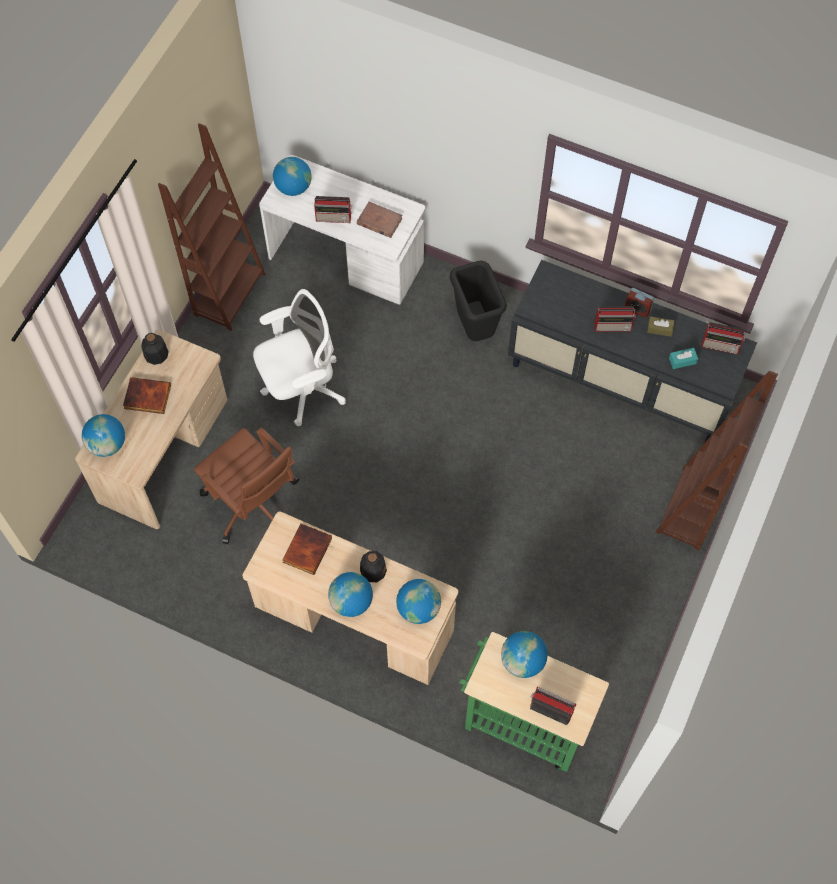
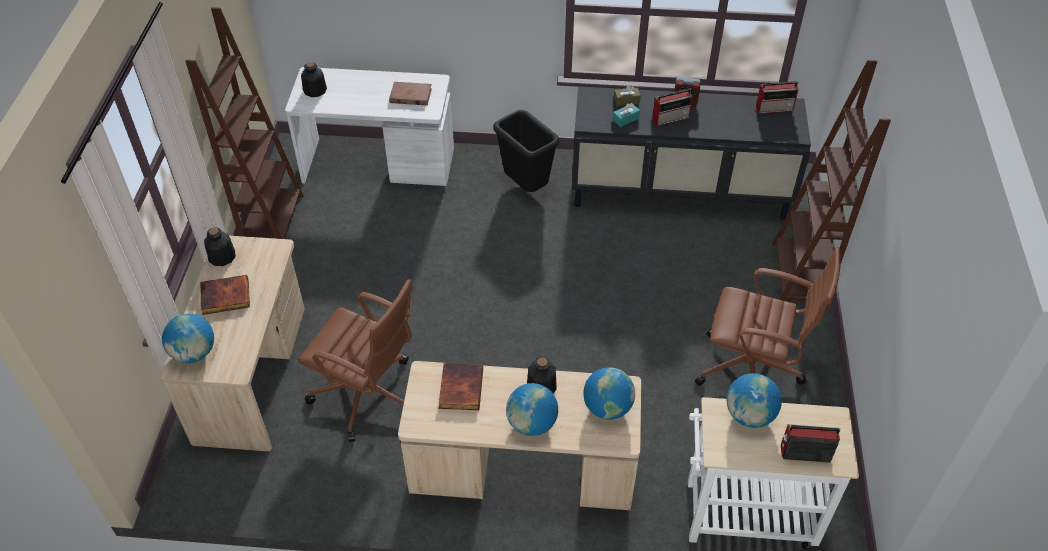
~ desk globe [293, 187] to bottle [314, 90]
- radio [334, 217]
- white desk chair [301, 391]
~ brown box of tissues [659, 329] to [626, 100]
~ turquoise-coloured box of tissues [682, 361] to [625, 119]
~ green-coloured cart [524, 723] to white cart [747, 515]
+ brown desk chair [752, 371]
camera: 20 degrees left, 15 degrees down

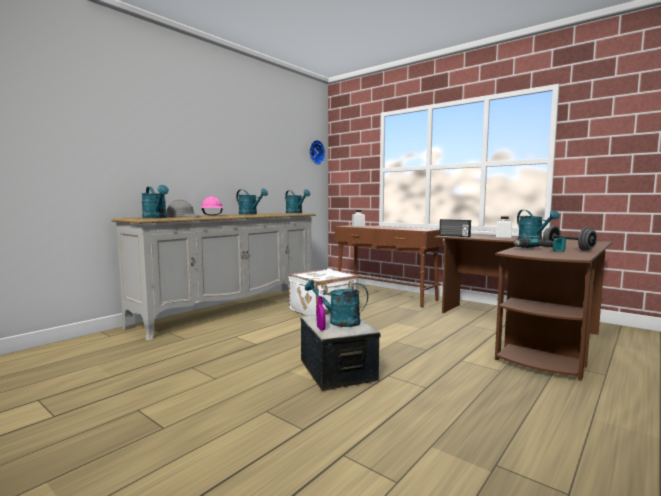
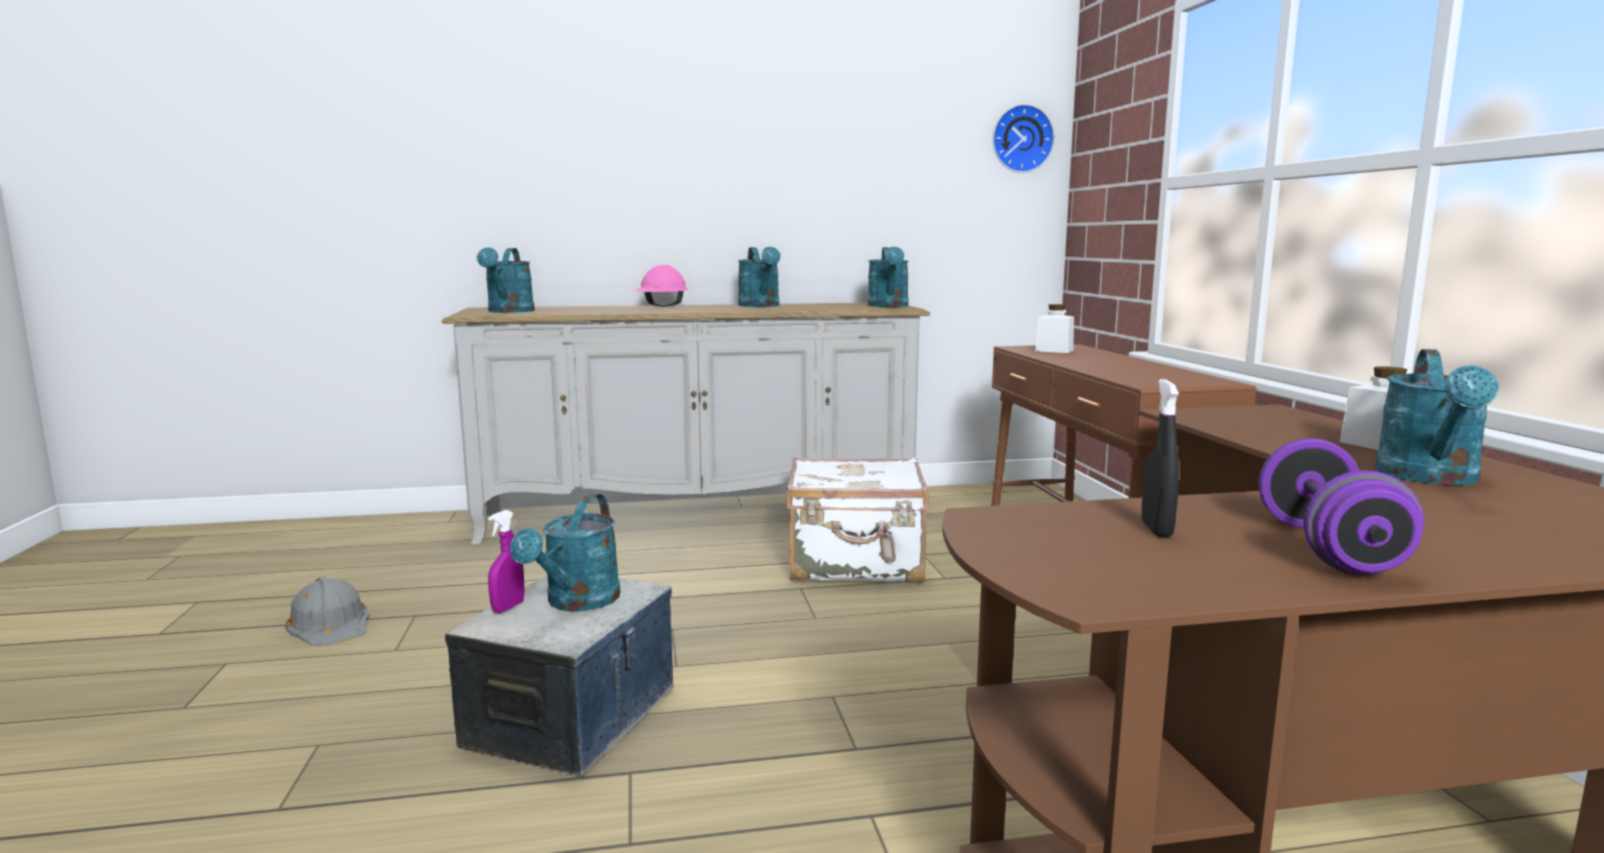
~ grey safety helmet [182, 216] to [330, 624]
- radio [454, 236]
~ grey dumbbell [568, 248] to purple-coloured dumbbell [1327, 548]
~ electric drill [539, 250] to black-coloured spray bottle [1156, 529]
~ turquoise-coloured watering pot [338, 322] = [577, 603] 135 degrees counterclockwise
camera: 40 degrees right, 5 degrees up

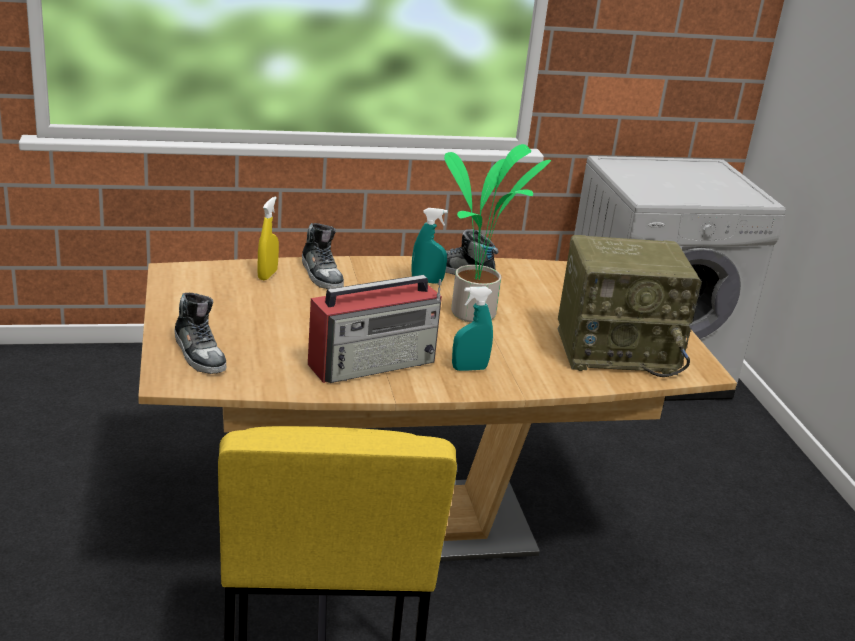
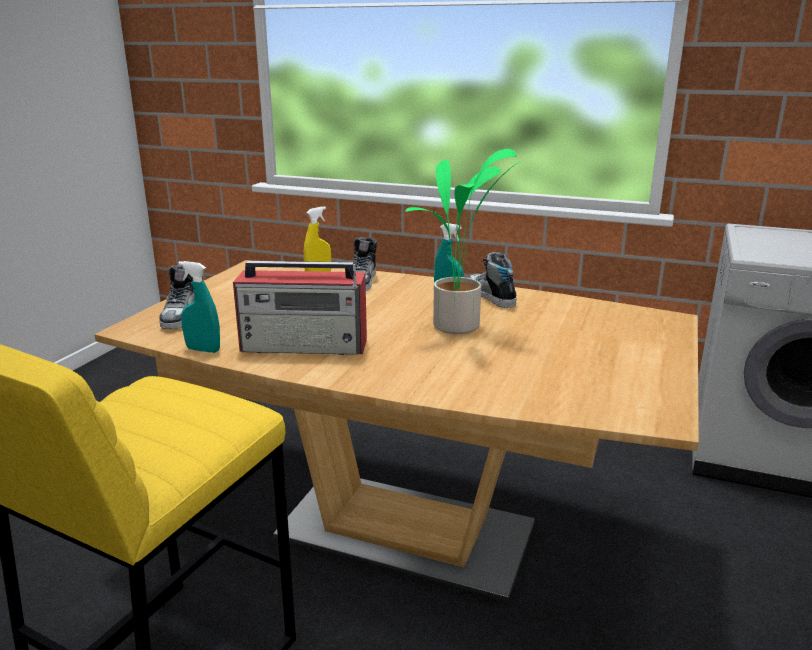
- radio [618, 350]
~ turquoise-coloured spray bottle [469, 368] to [203, 350]
camera: 35 degrees right, 5 degrees down

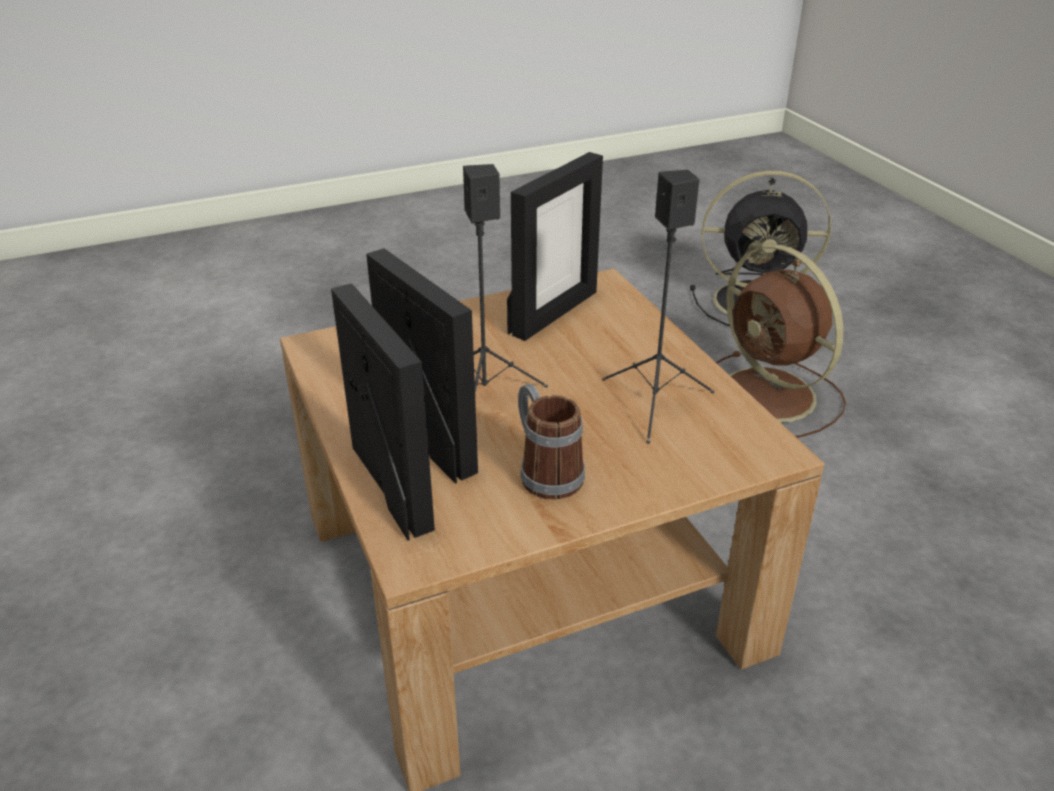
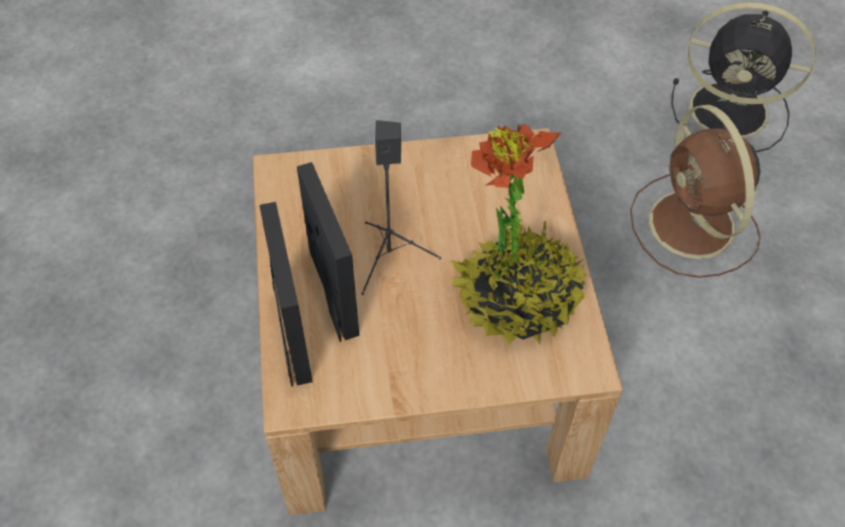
- standing frame [553, 312]
~ black-coloured audio speaker [655, 404] to houseplant [517, 297]
- coffee mug [545, 472]
camera: 15 degrees right, 20 degrees up

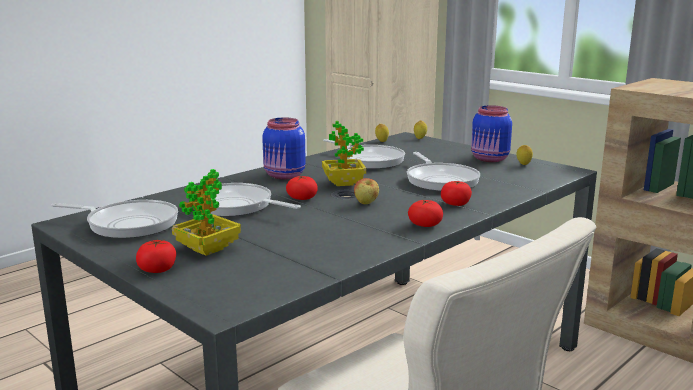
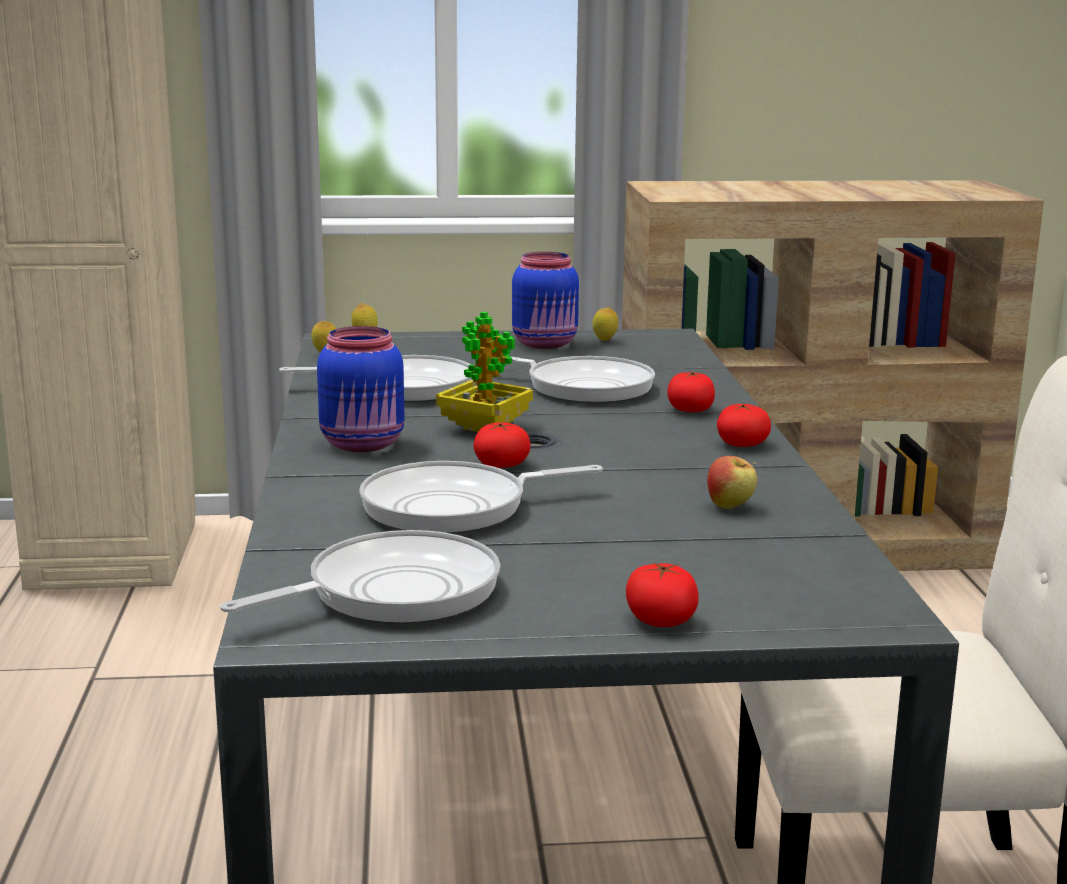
- houseplant [207, 249]
~ apple fruit [366, 204] to [730, 507]
camera: 50 degrees left, 0 degrees up

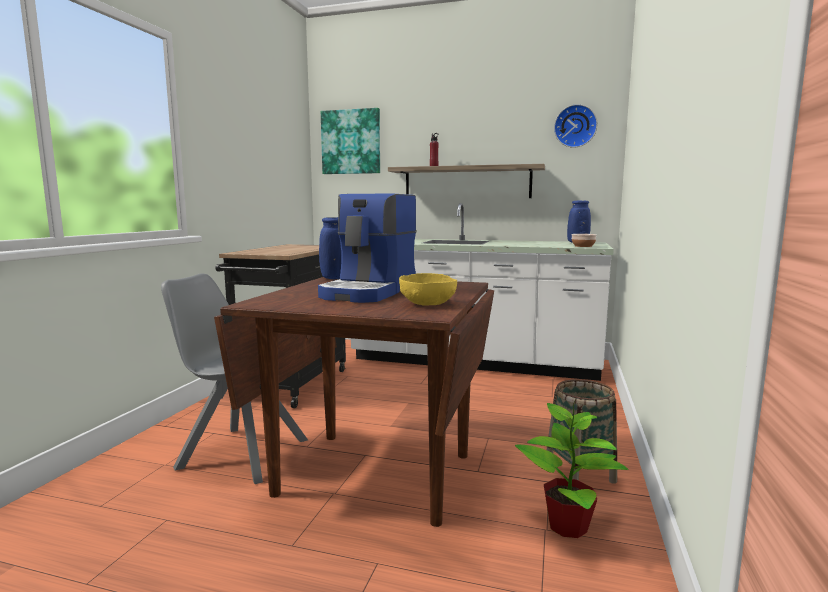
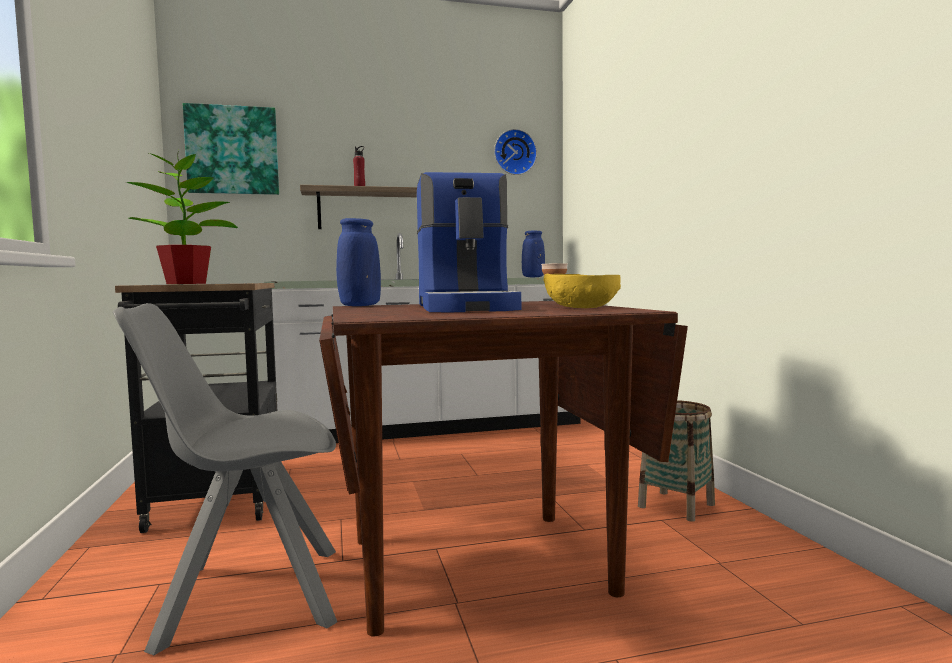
~ houseplant [569, 526] to [187, 283]
camera: 30 degrees left, 5 degrees down

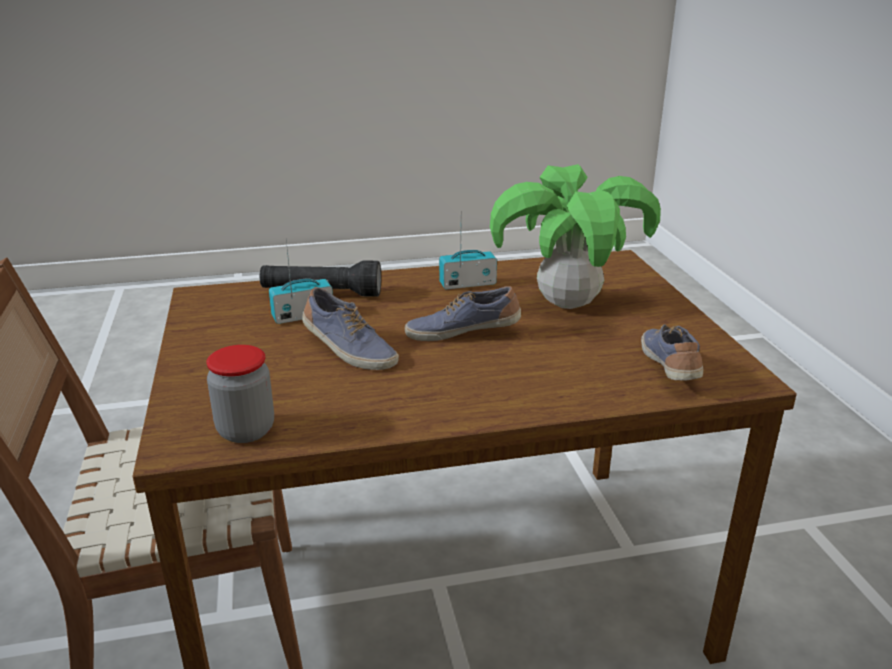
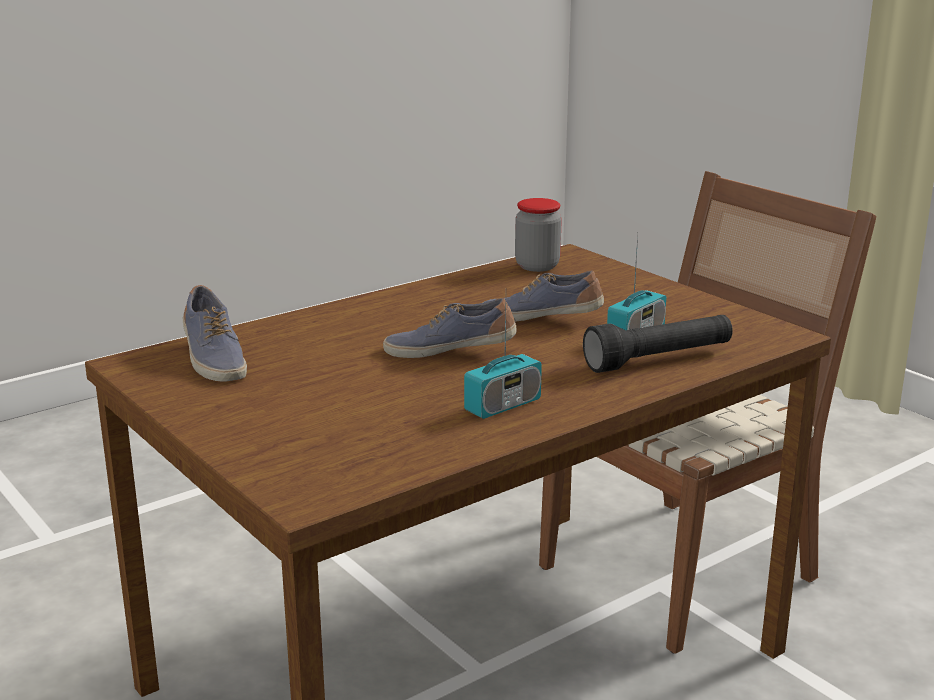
- houseplant [567, 304]
~ item of footwear [462, 332] = [449, 351] 150 degrees counterclockwise
camera: 155 degrees right, 5 degrees down

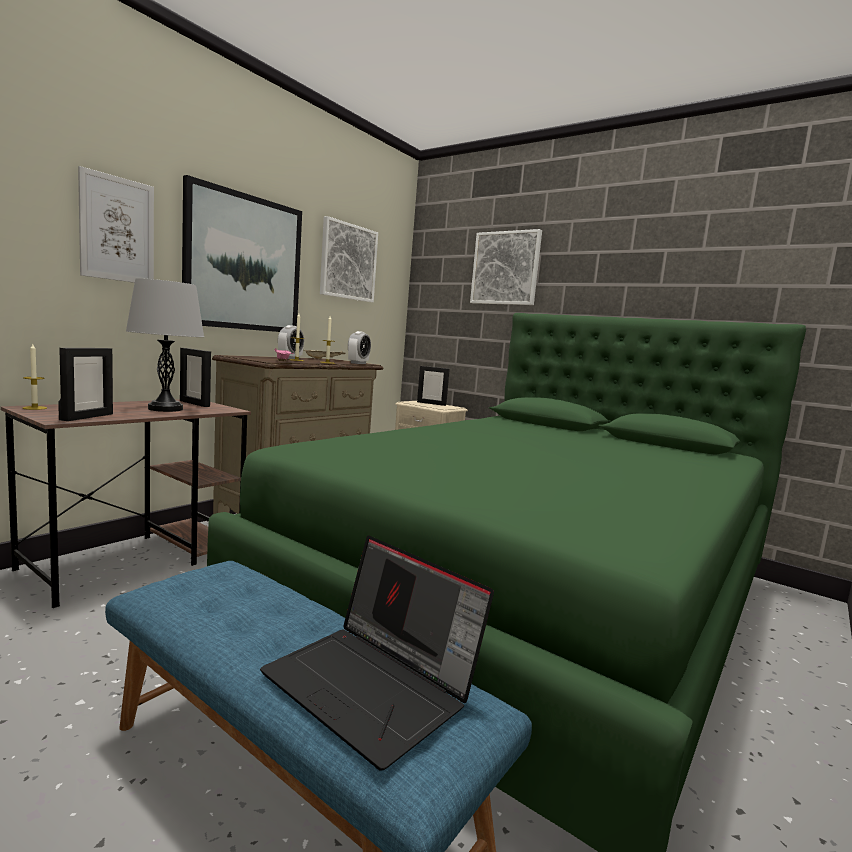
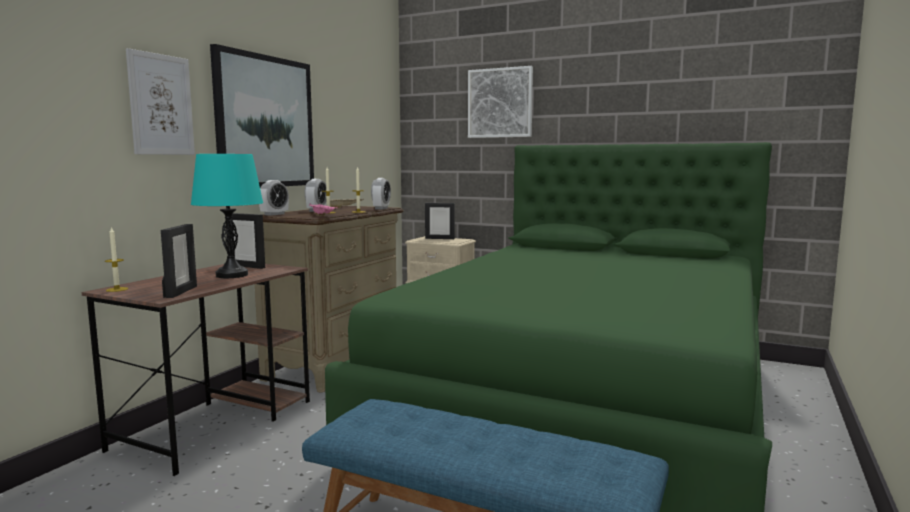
- wall picture [348, 262]
~ grey tabletop lamp [165, 409] to turquoise-coloured tabletop lamp [232, 275]
- laptop [374, 686]
+ alarm clock [274, 214]
camera: 10 degrees left, 0 degrees up

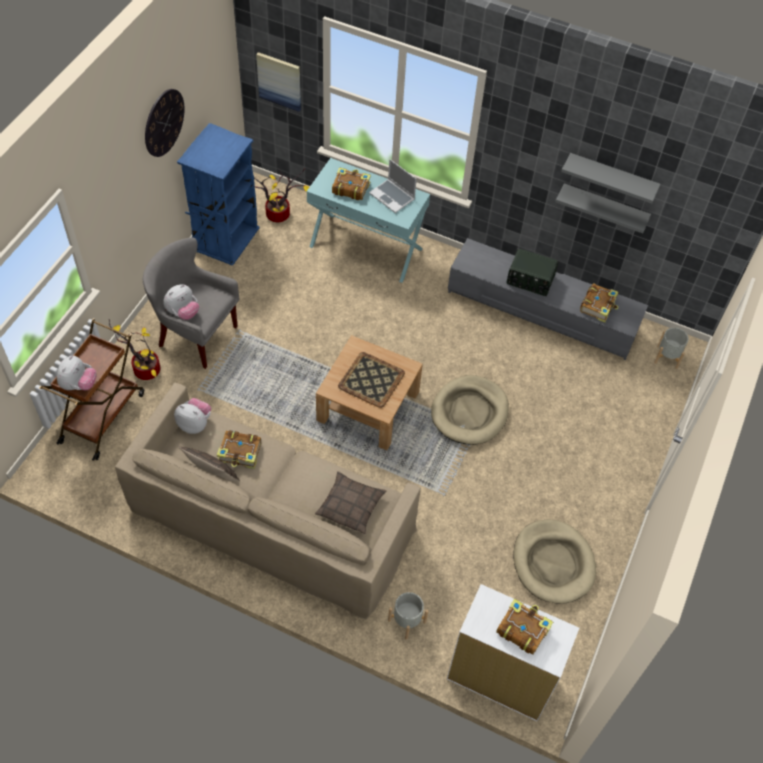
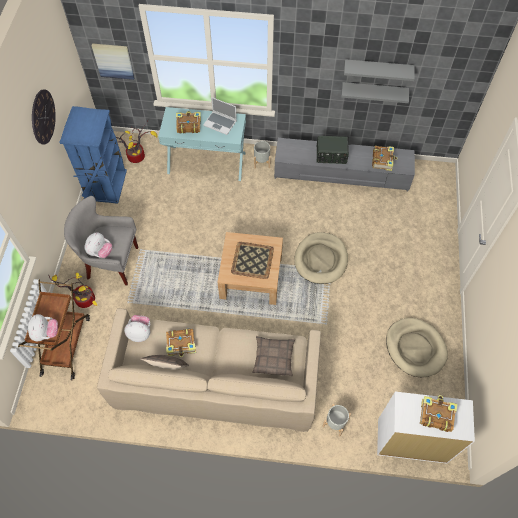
~ grey planter [667, 357] to [262, 162]
camera: 15 degrees left, 5 degrees up

